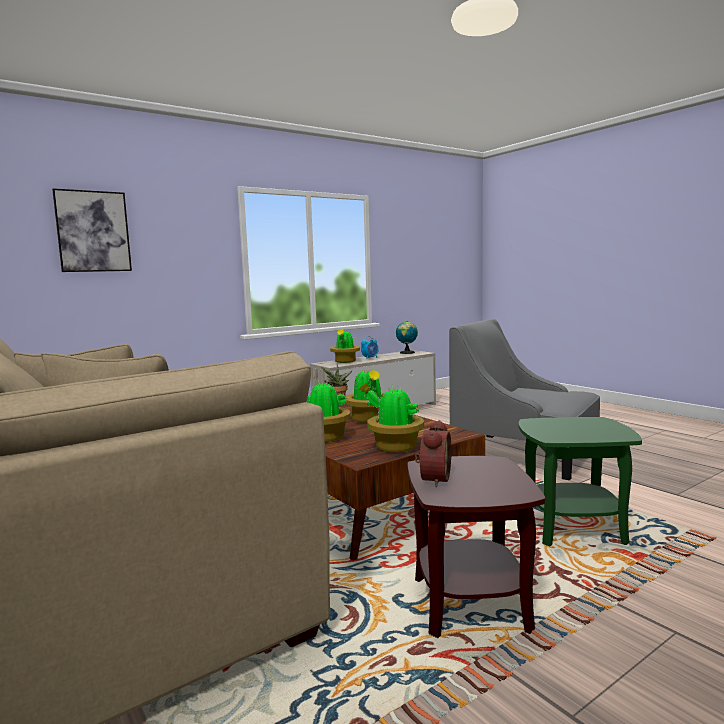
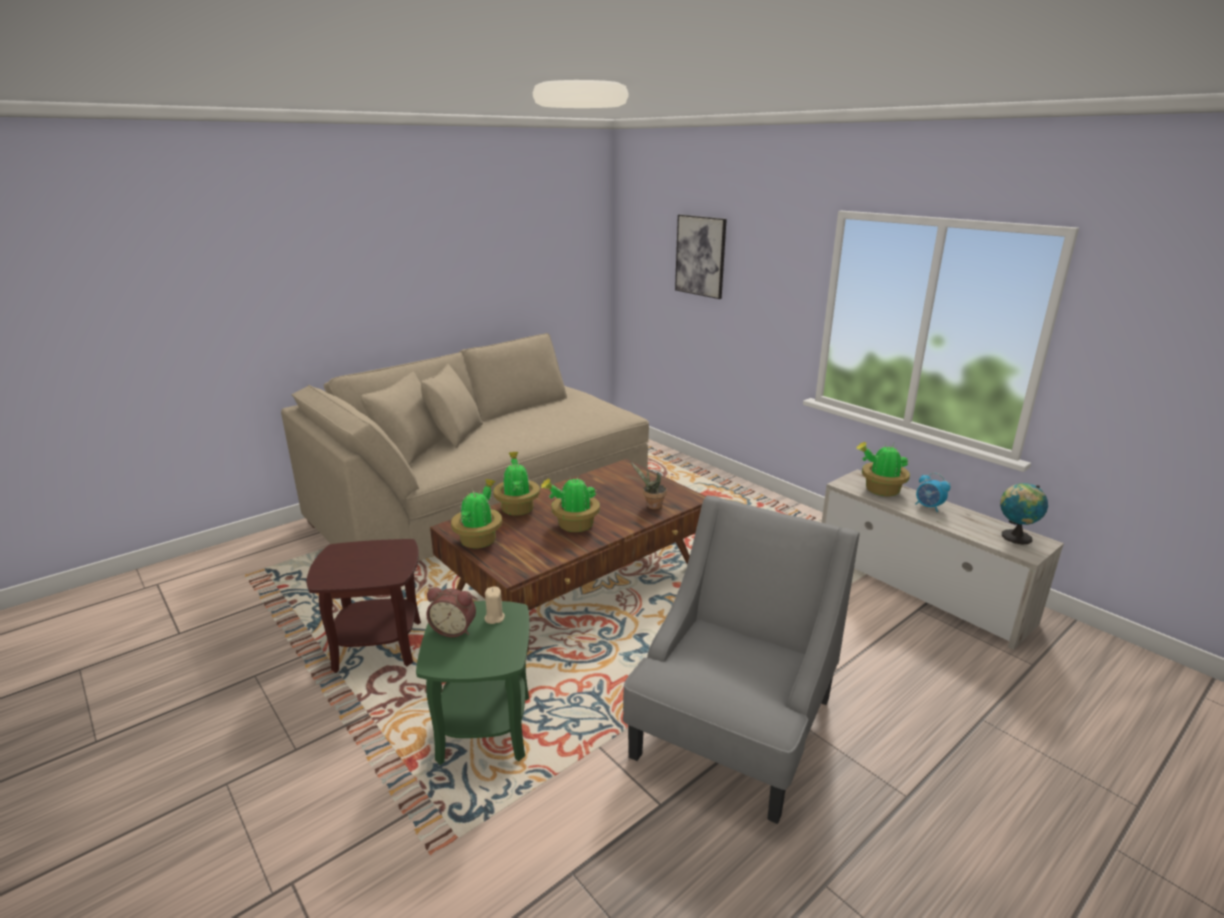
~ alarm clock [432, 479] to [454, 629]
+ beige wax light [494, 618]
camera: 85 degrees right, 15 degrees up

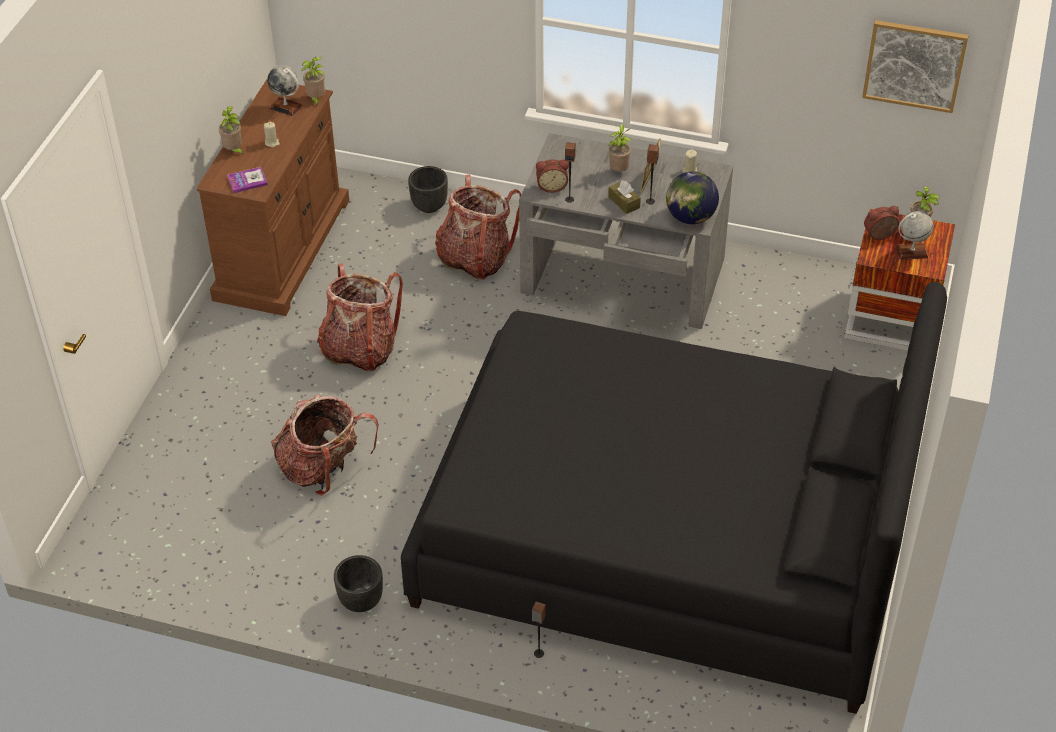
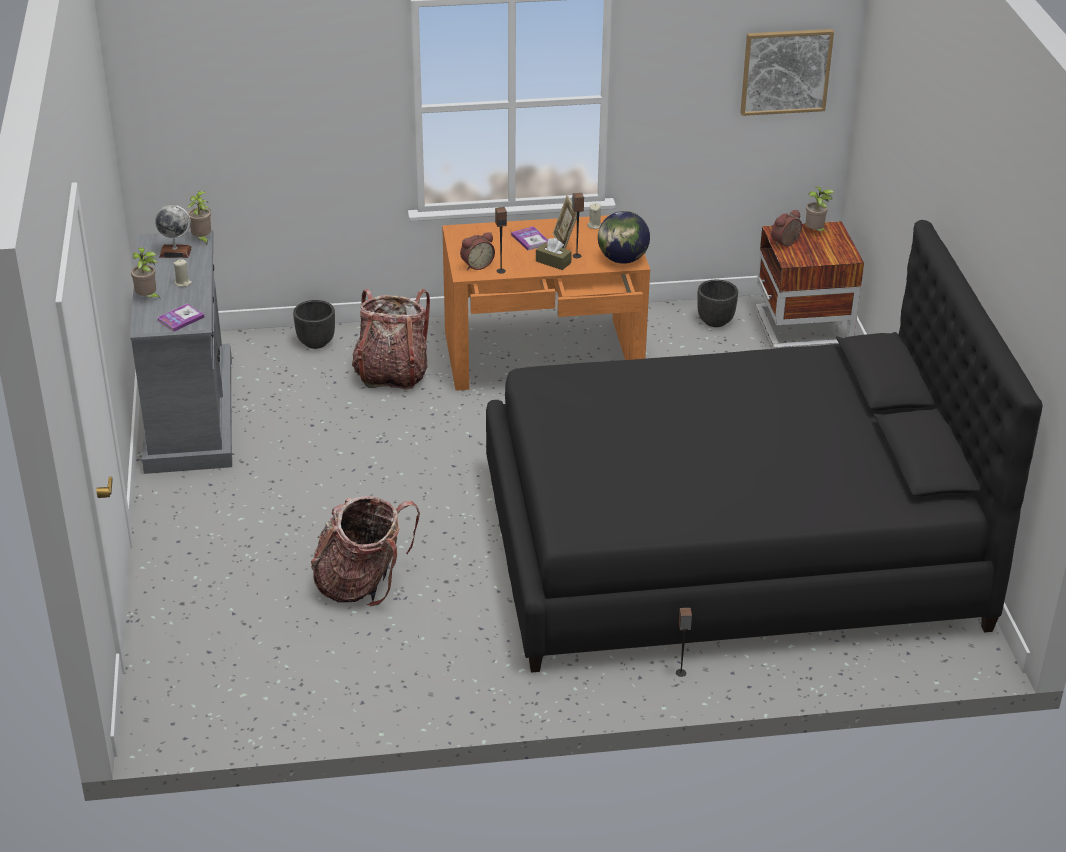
~ brown drawer chest [282, 248] to grey drawer chest [188, 412]
~ houseplant [619, 171] to volume [530, 239]
~ grey desk unit [622, 283] to orange-coloured desk unit [546, 360]
- desk globe [911, 252]
- rucksack [360, 349]
~ black-coloured planter [360, 601] to [715, 321]
camera: 25 degrees left, 10 degrees down

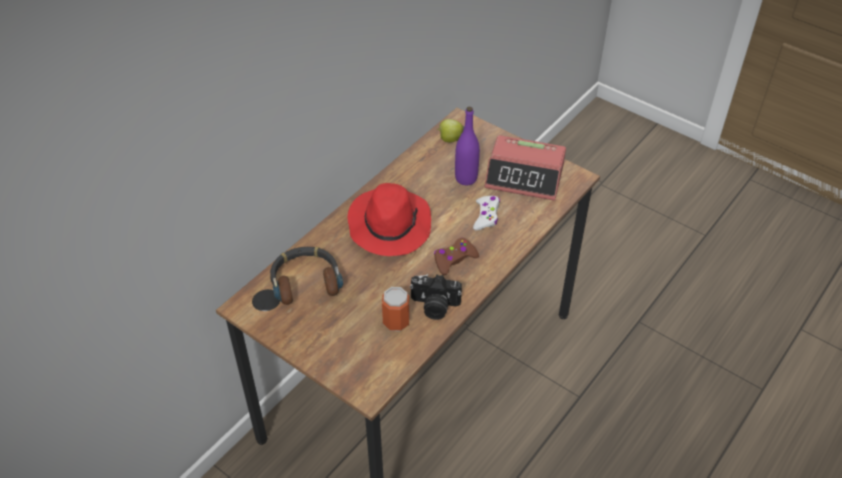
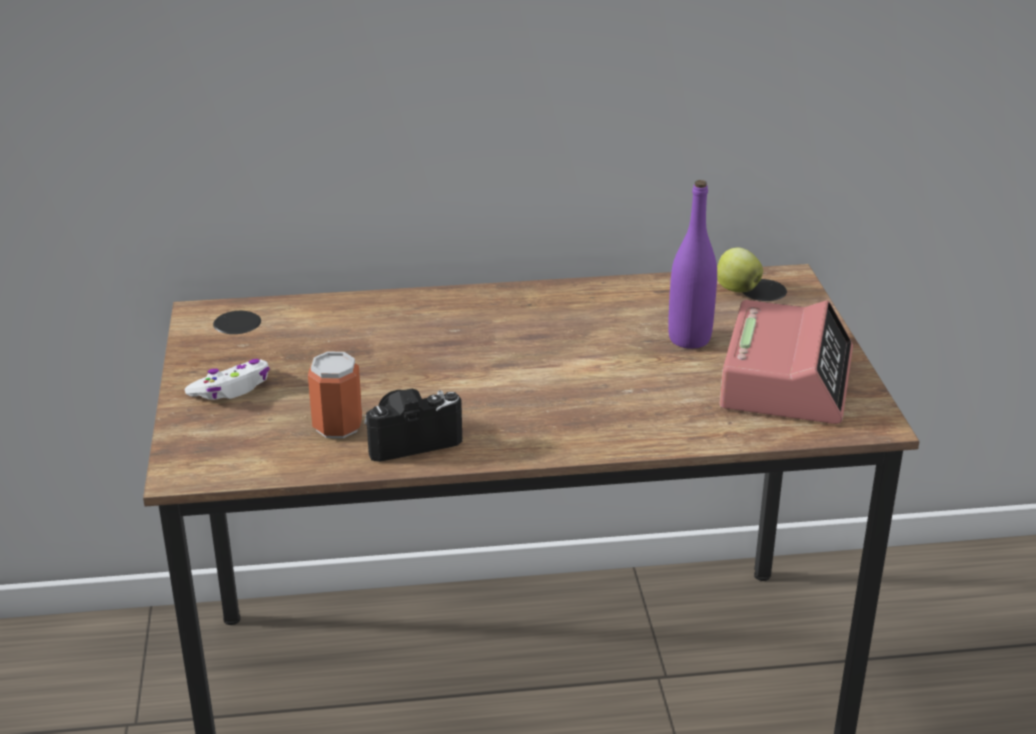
~ alarm clock [525, 176] = [786, 379] 135 degrees counterclockwise
- red clothing hat [389, 225]
~ white gamepad [486, 216] to [232, 389]
- brown gamepad [454, 259]
- pair of headphones [305, 280]
~ still camera [434, 306] = [411, 440] 105 degrees clockwise
camera: 45 degrees right, 15 degrees down

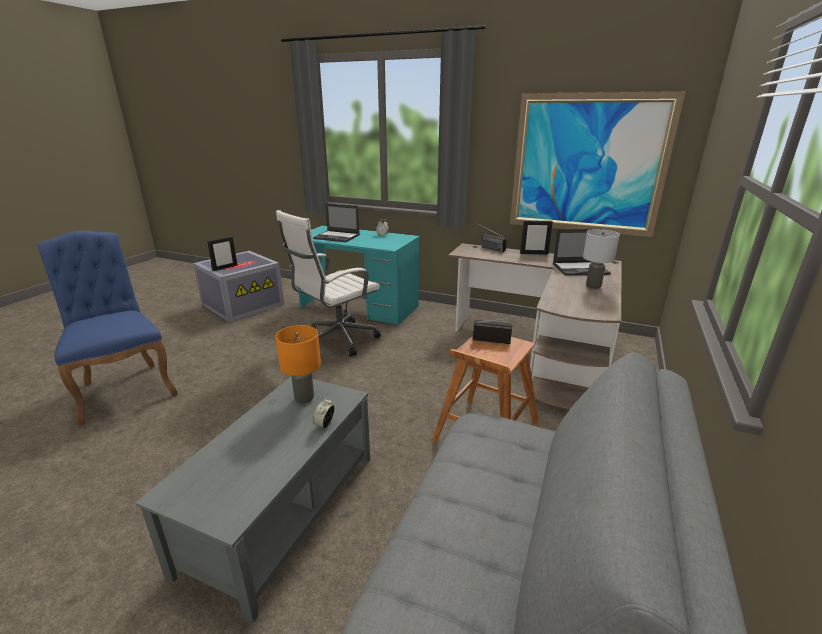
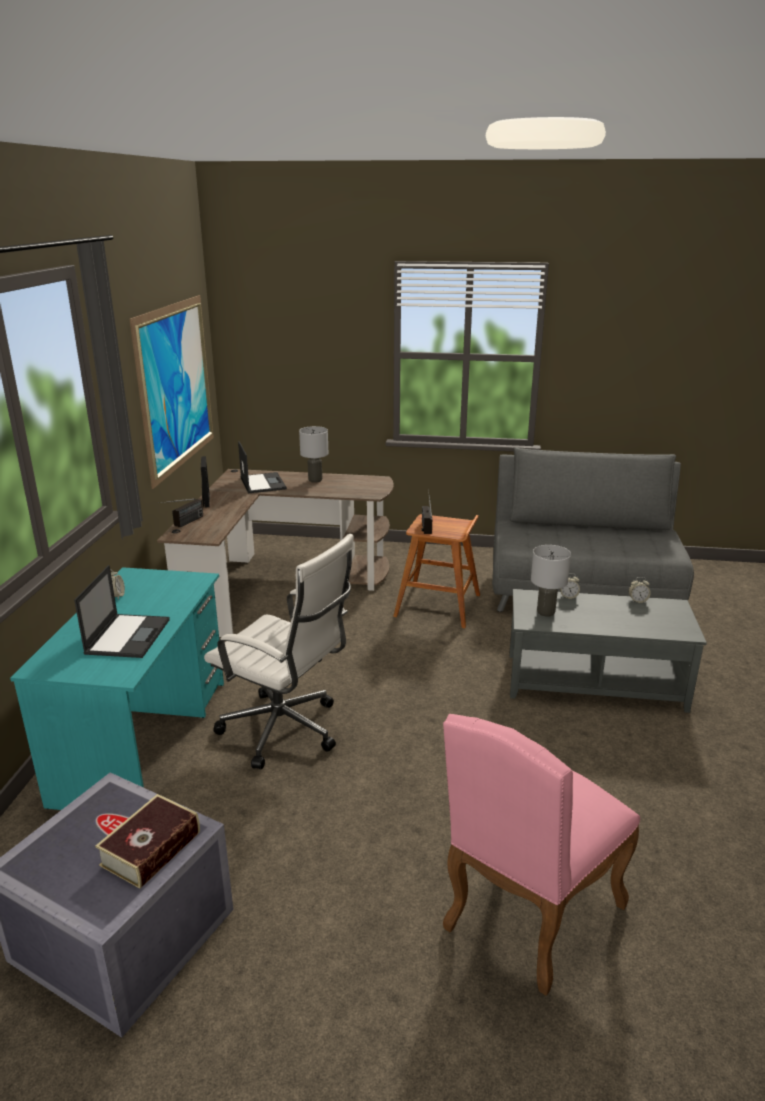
~ blue-coloured plain chair [125, 389] to pink plain chair [526, 915]
~ standing frame [225, 267] to volume [151, 849]
~ orange-coloured tabletop lamp [303, 398] to white tabletop lamp [546, 613]
+ alarm clock [637, 601]
camera: 105 degrees left, 0 degrees up

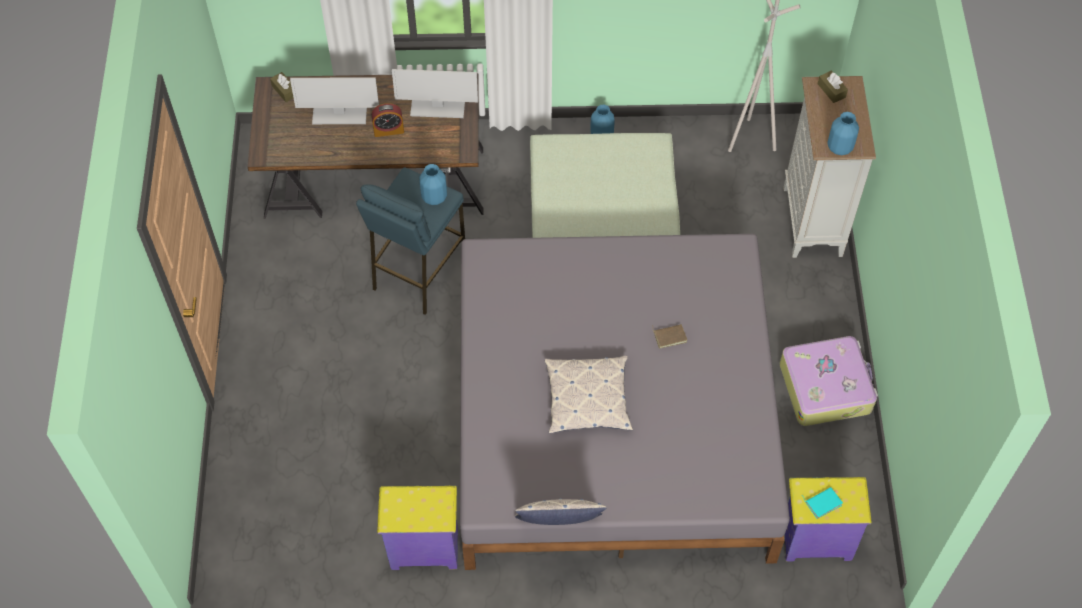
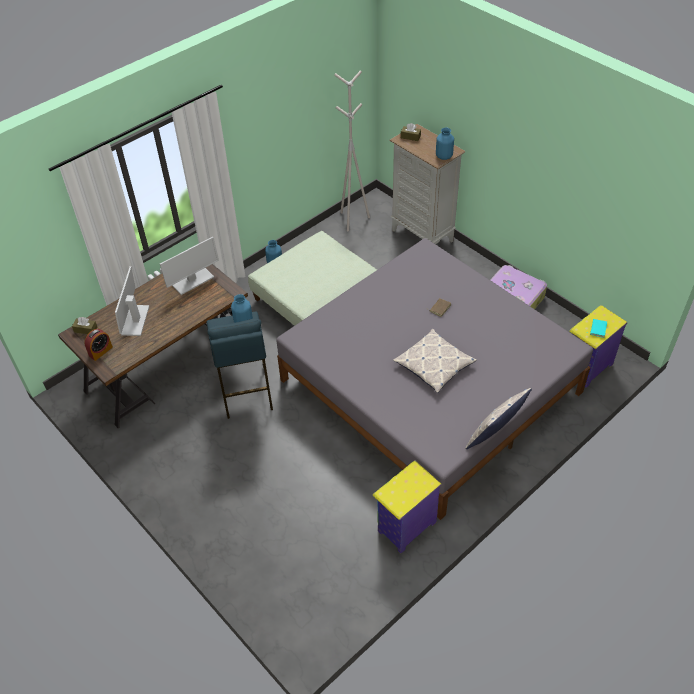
~ computer display [339, 114] = [135, 320] 135 degrees clockwise
~ alarm clock [388, 130] to [100, 351]
camera: 40 degrees left, 10 degrees down

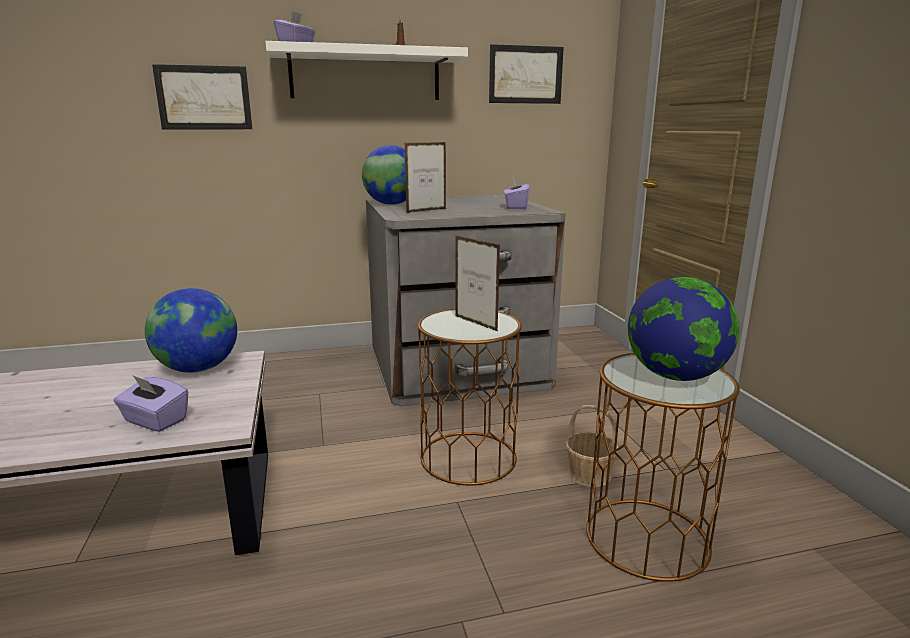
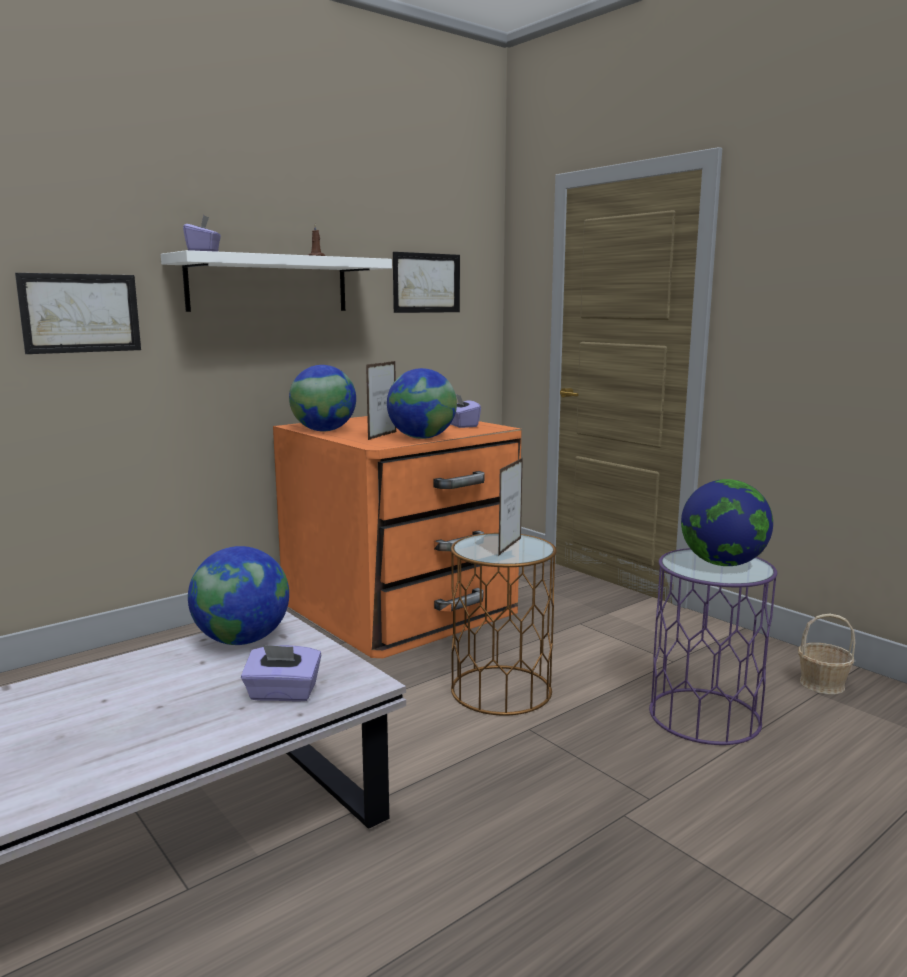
~ grey drawer chest [459, 366] to orange-coloured drawer chest [404, 607]
~ standing frame [475, 323] = [510, 547] 90 degrees counterclockwise
~ brown end table [647, 538] to purple-coloured end table [705, 716]
~ storage basket [589, 474] to [821, 684]
+ desk globe [422, 438]
camera: 25 degrees left, 5 degrees down

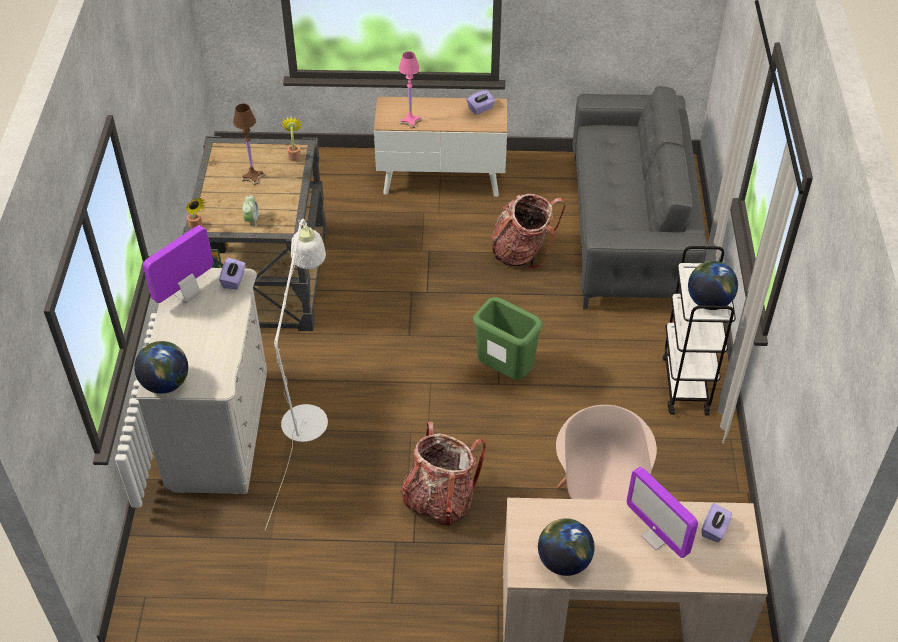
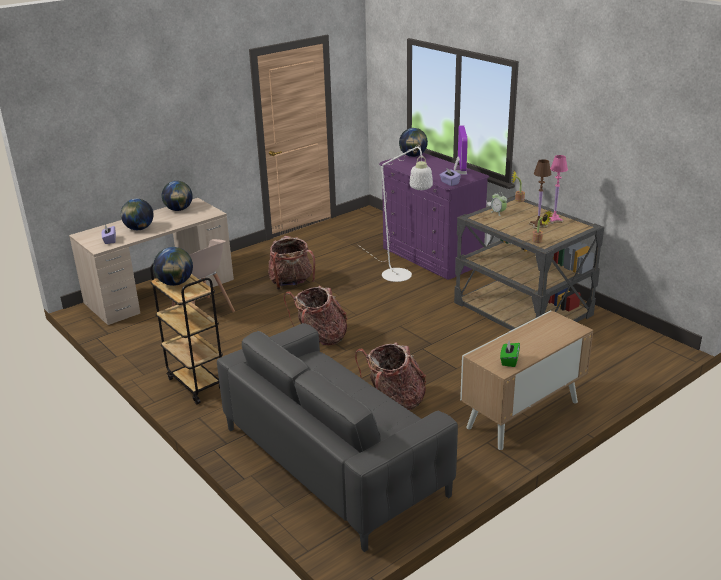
~ pink tabletop lamp [411, 121] to [554, 220]
~ purple-coloured box of tissues [480, 108] to green-coloured box of tissues [509, 360]
~ white cart [686, 386] to brown cart [195, 385]
~ white drawer chest [220, 429] to purple-coloured drawer chest [430, 257]
~ green-coloured trash can [505, 371] to rucksack [320, 338]
~ computer display [656, 537] to desk globe [139, 229]
camera: 140 degrees right, 20 degrees down

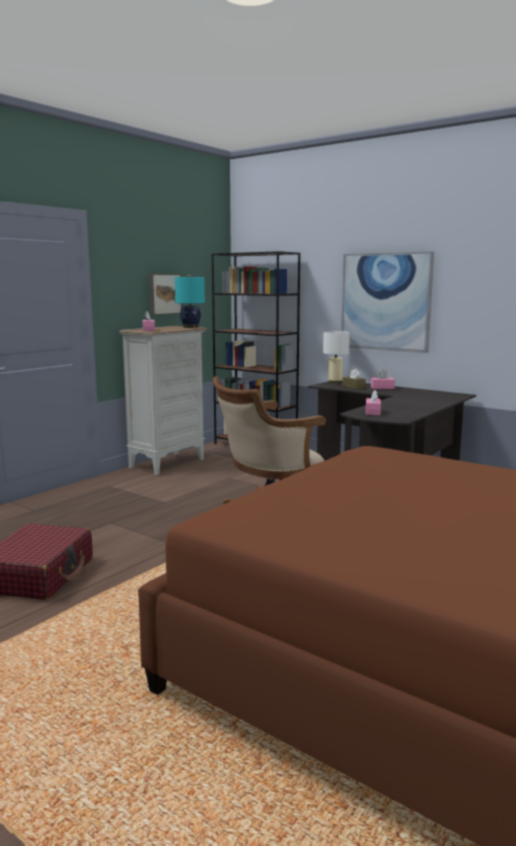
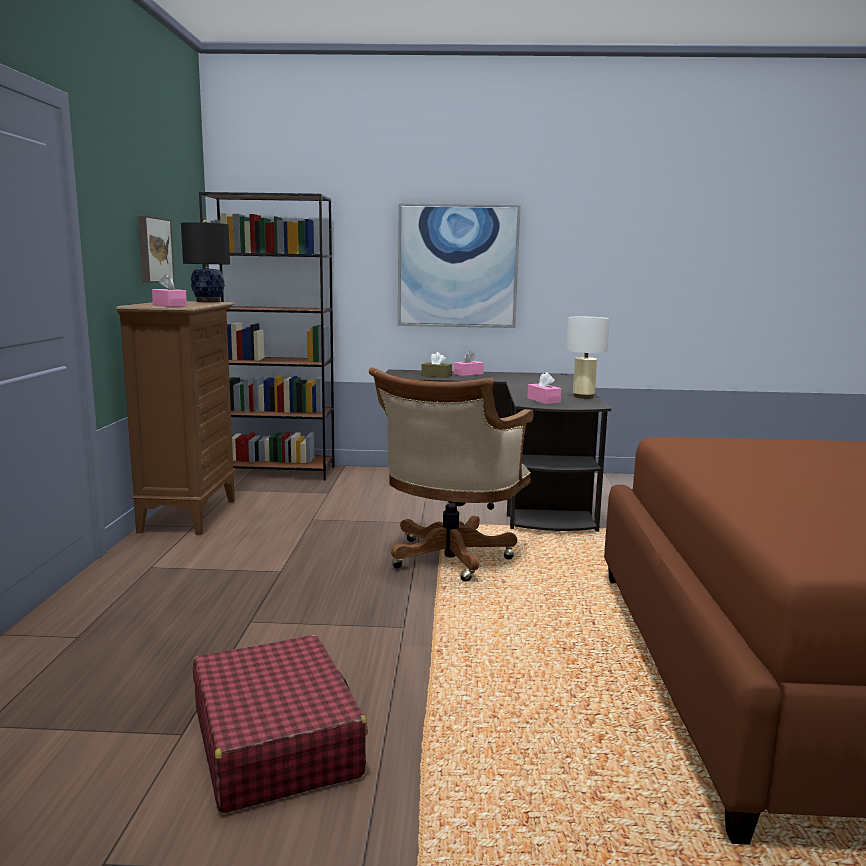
~ turquoise-coloured tabletop lamp [190, 327] to black-coloured tabletop lamp [208, 301]
~ white drawer chest [169, 463] to brown drawer chest [191, 515]
~ white tabletop lamp [334, 382] to [583, 397]
camera: 35 degrees left, 0 degrees up

